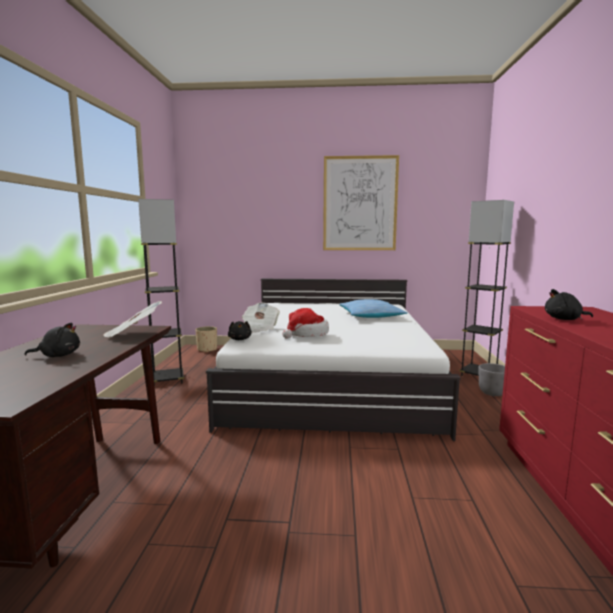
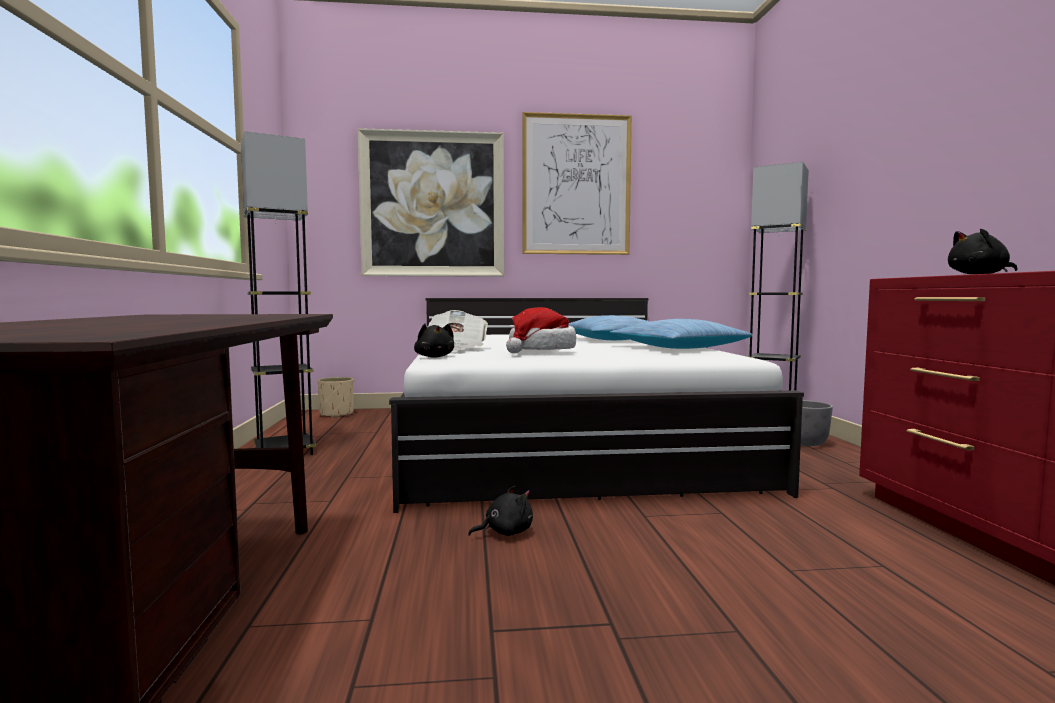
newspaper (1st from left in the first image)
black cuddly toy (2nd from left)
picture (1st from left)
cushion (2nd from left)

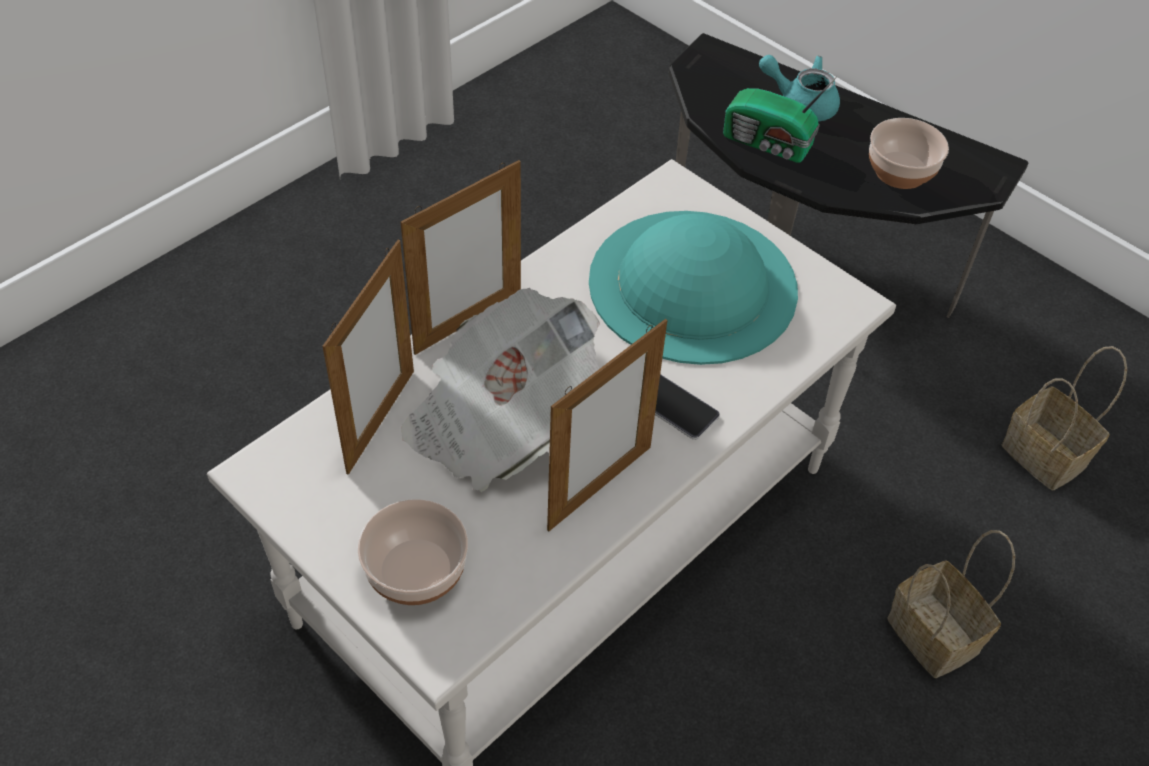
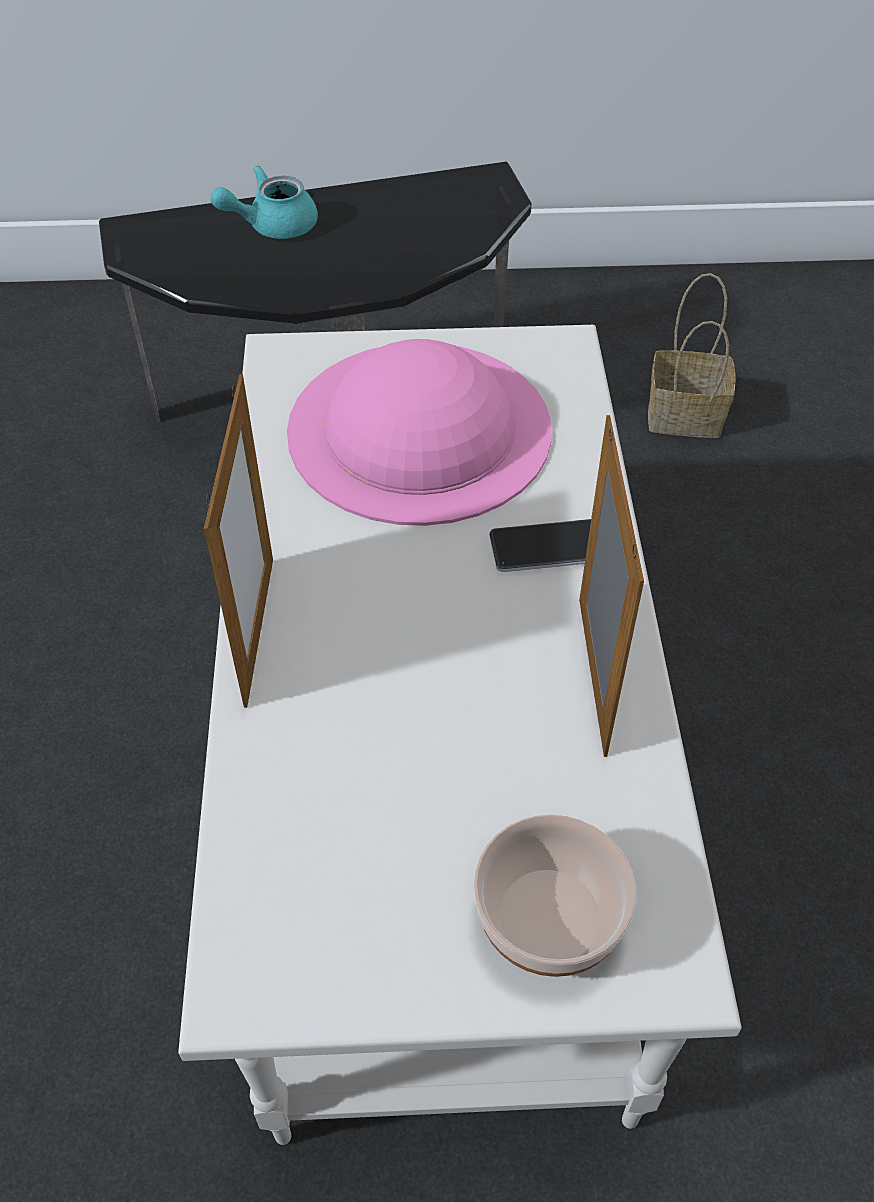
radio receiver
deep dish (2nd from left in the first image)
pinkish clothing hat
picture frame (1st from left in the first image)
newspaper
basket (1st from left in the first image)

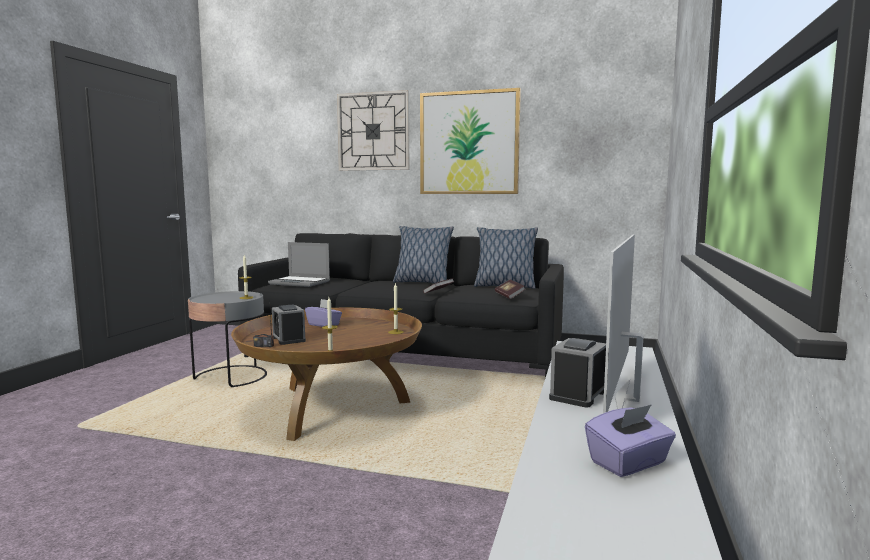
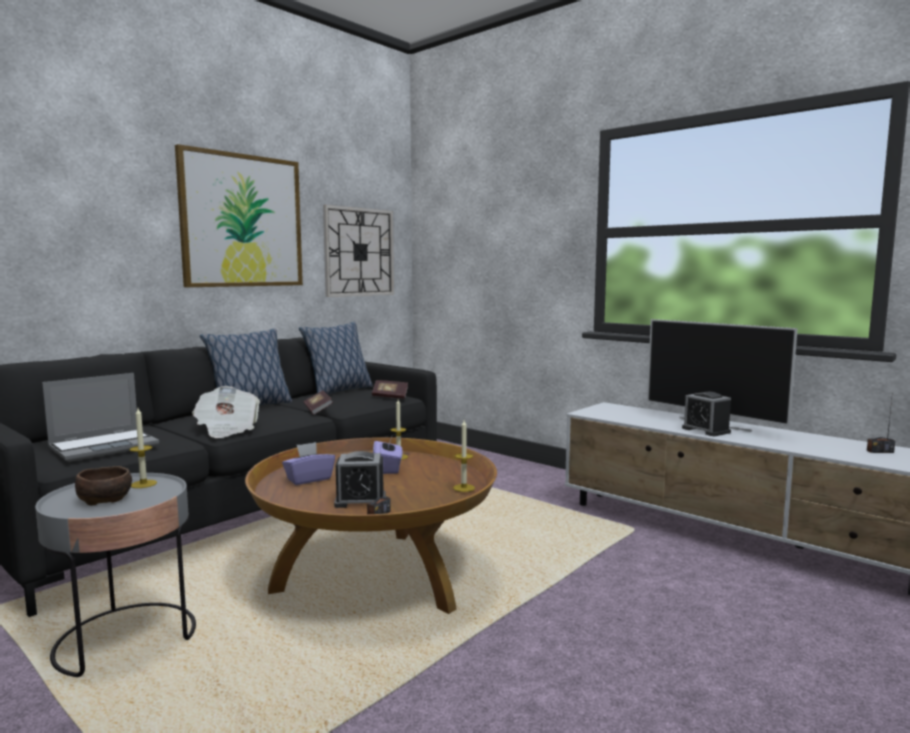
wall clock
purplish tissue box (2nd from left)
newspaper
radio receiver (2nd from left)
brown-coloured deep dish

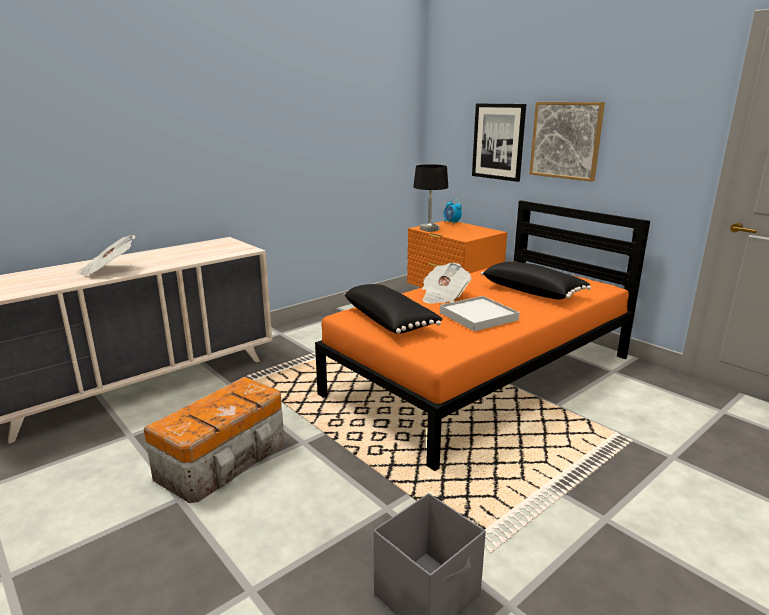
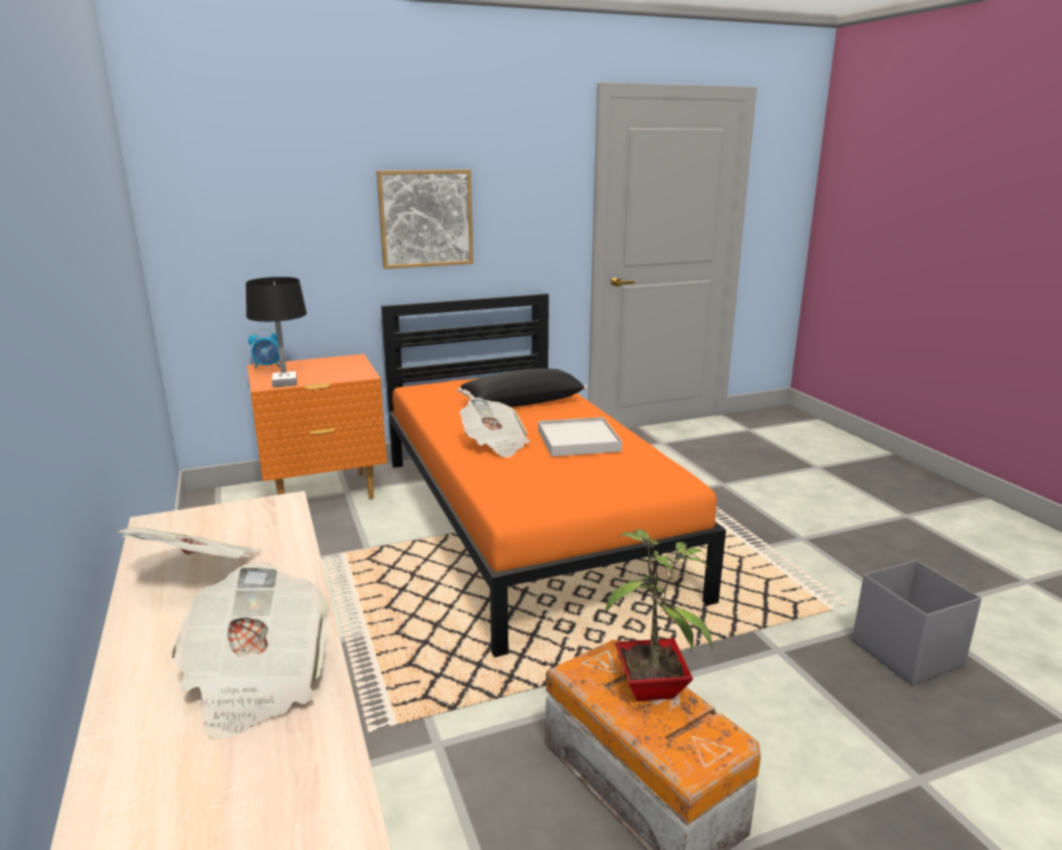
picture (1st from left in the first image)
black cushion (1st from left in the first image)
newspaper (1st from left)
potted plant

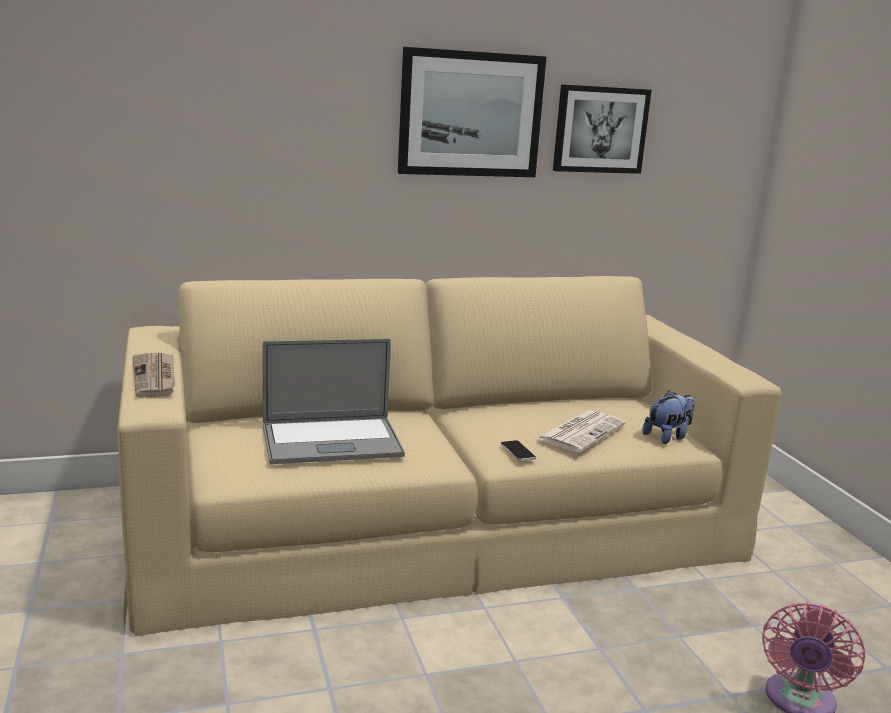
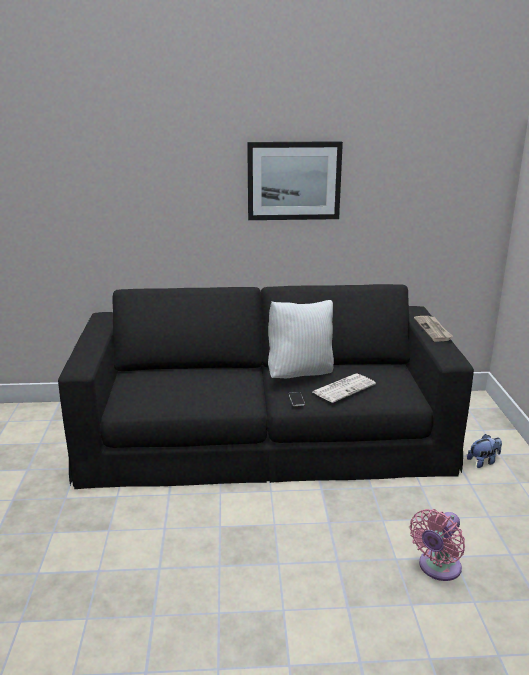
picture (2nd from left in the first image)
black settee
laptop
newspaper (2nd from left)
cuddly toy
whitish cushion

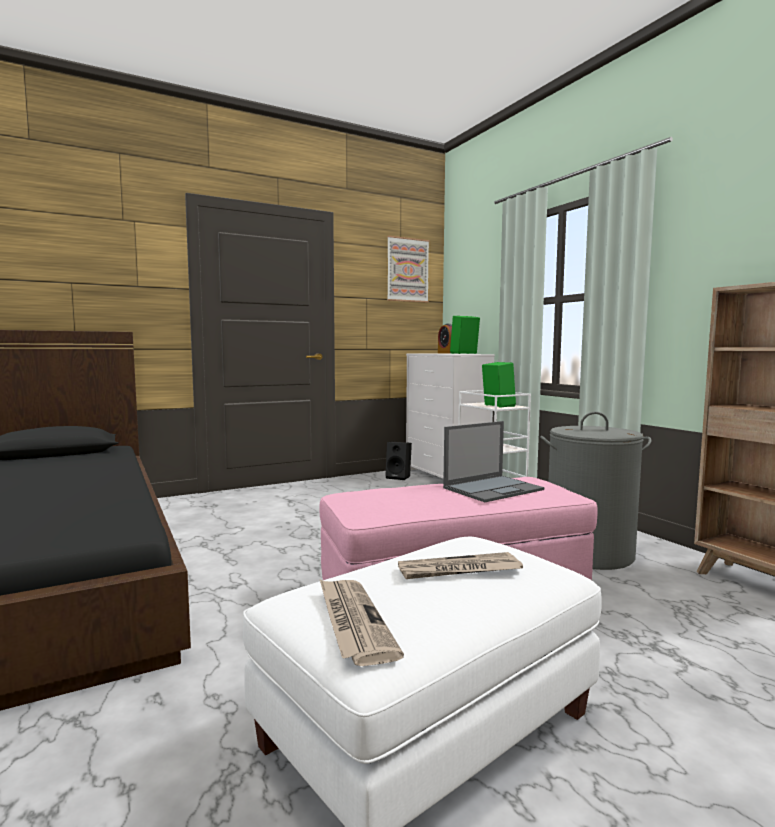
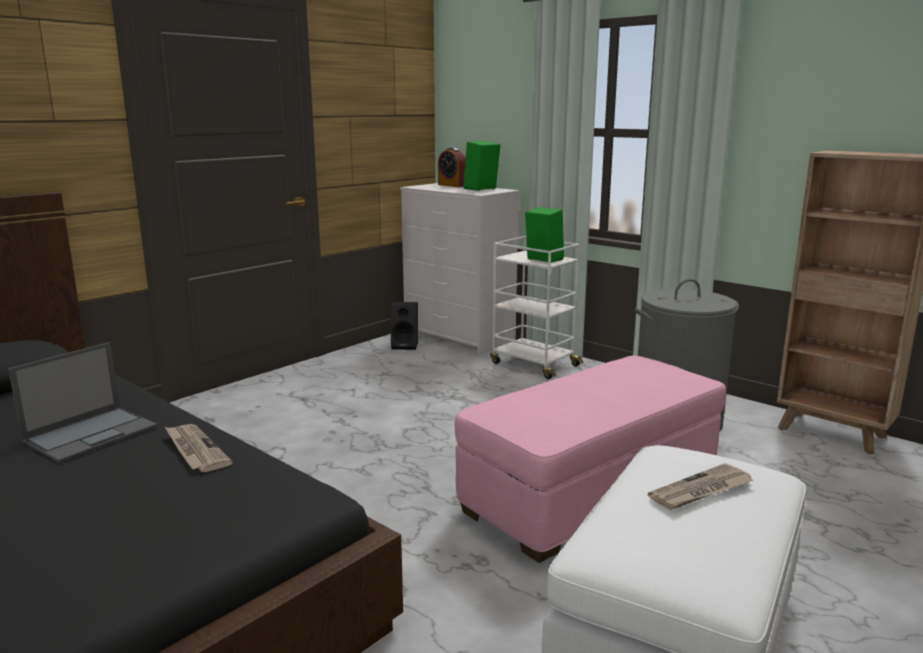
picture
laptop
newspaper (1st from left)

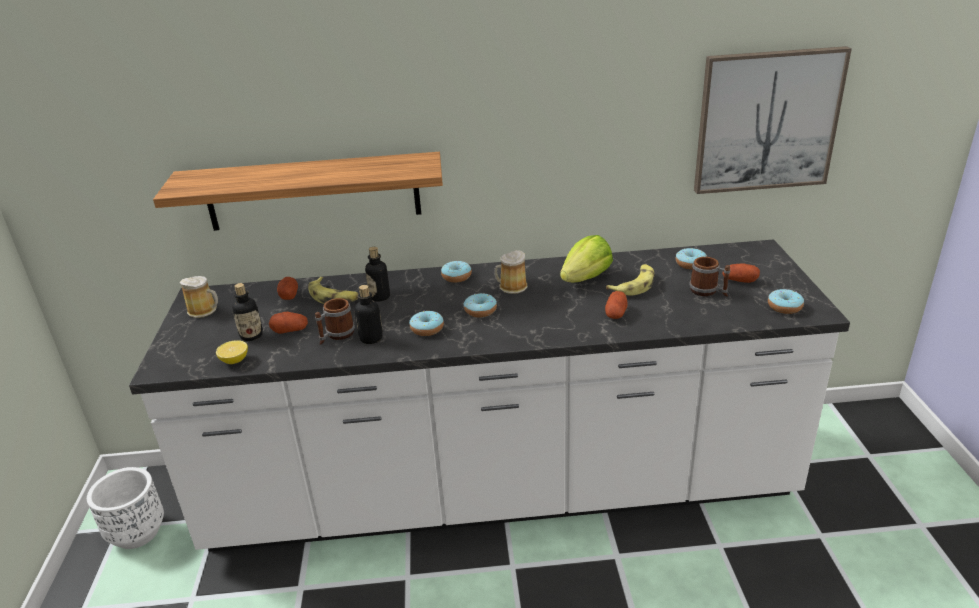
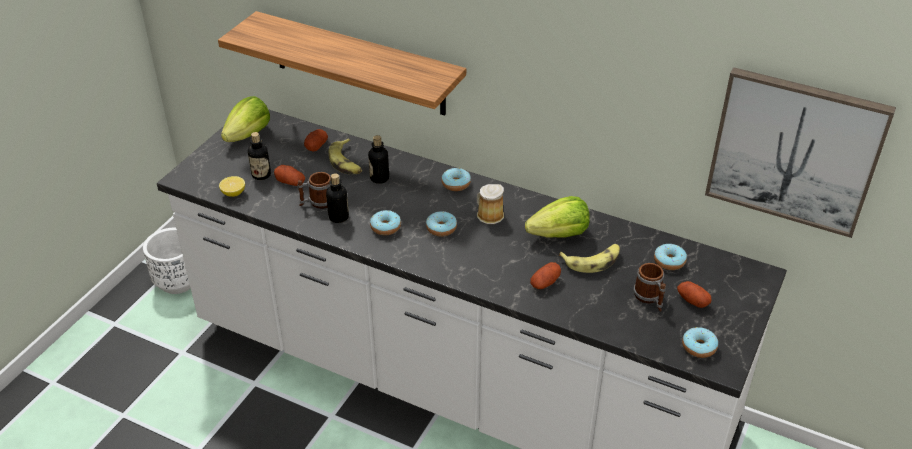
lettuce (1st from left)

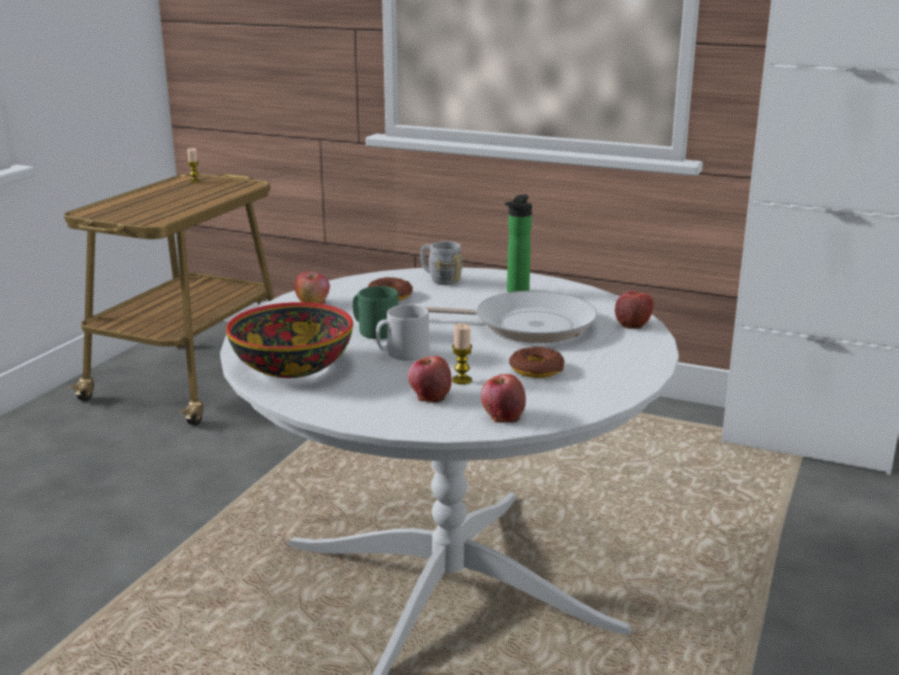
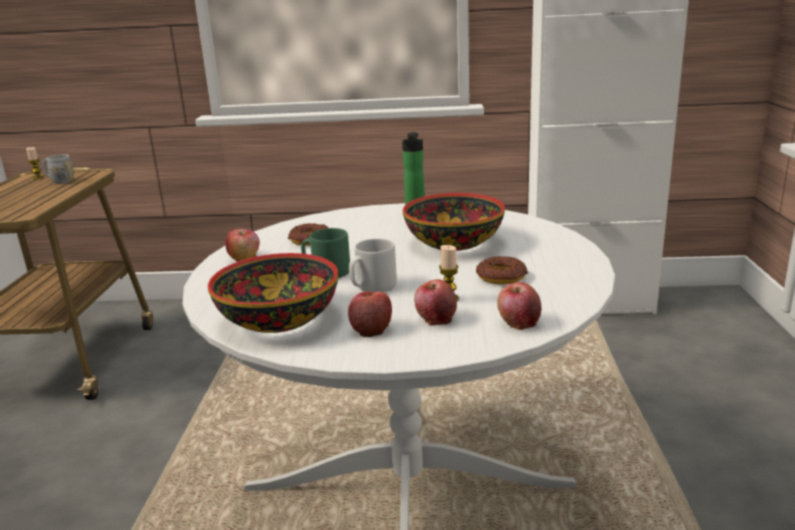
grey mug (1st from left)
deep dish (2nd from left)
whole apple (2nd from left)

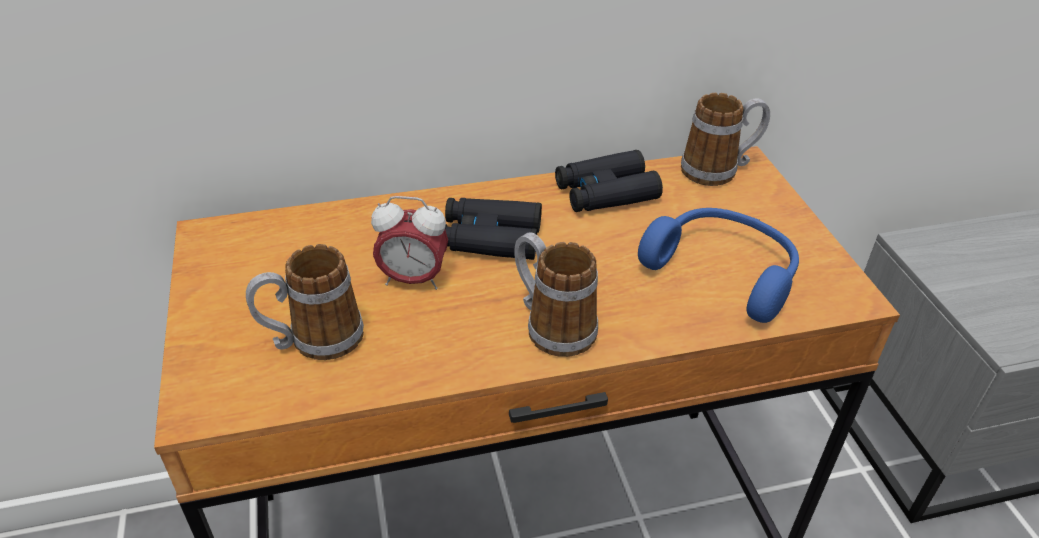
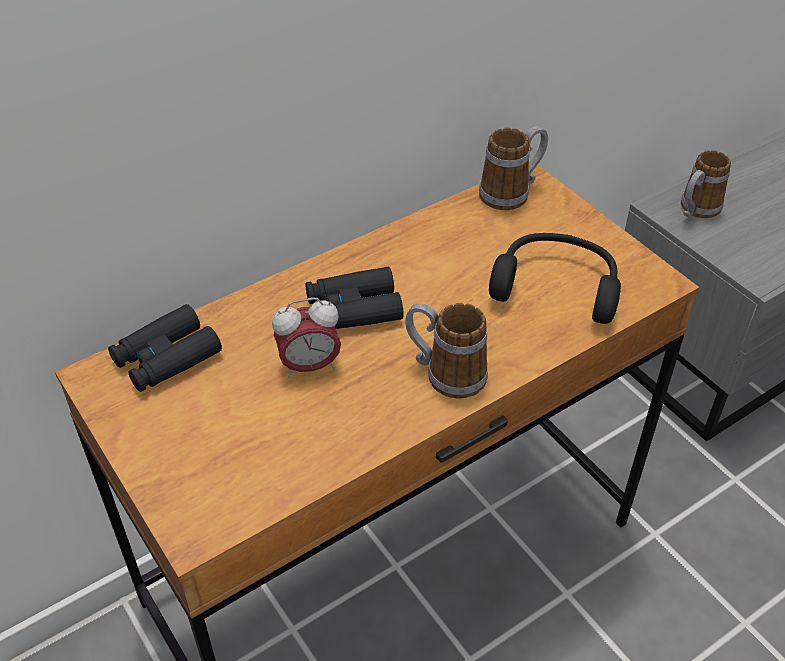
black binoculars (1st from left)
black headset
mug (3rd from left)

